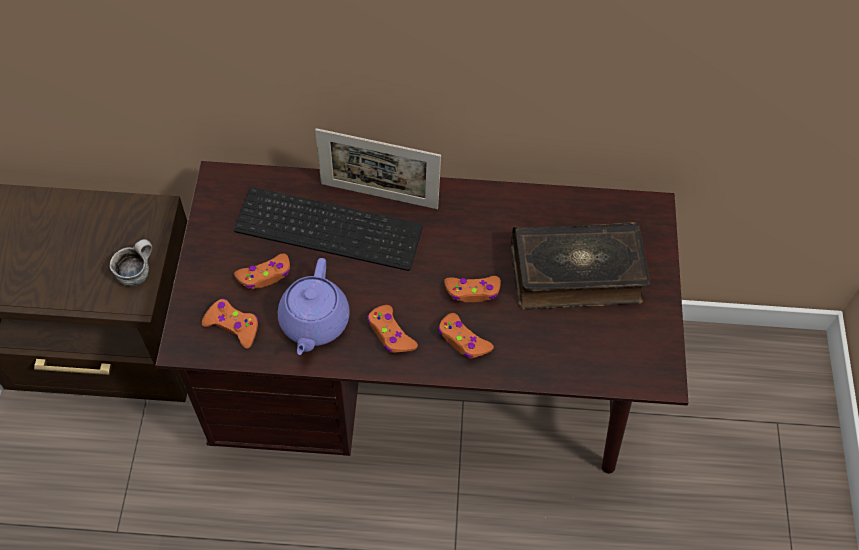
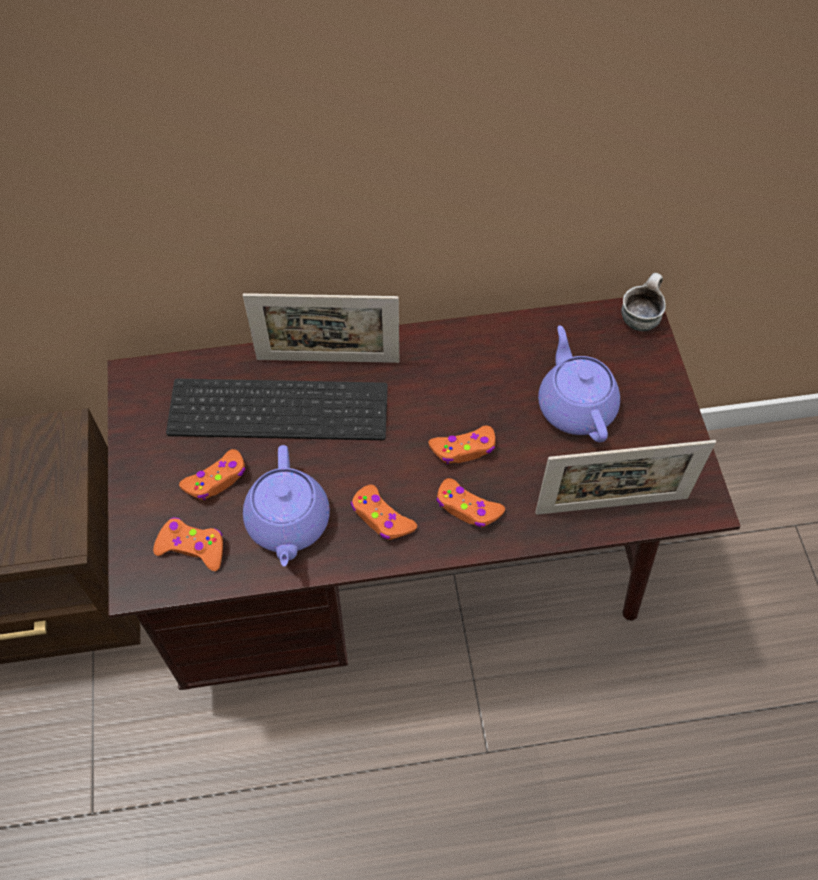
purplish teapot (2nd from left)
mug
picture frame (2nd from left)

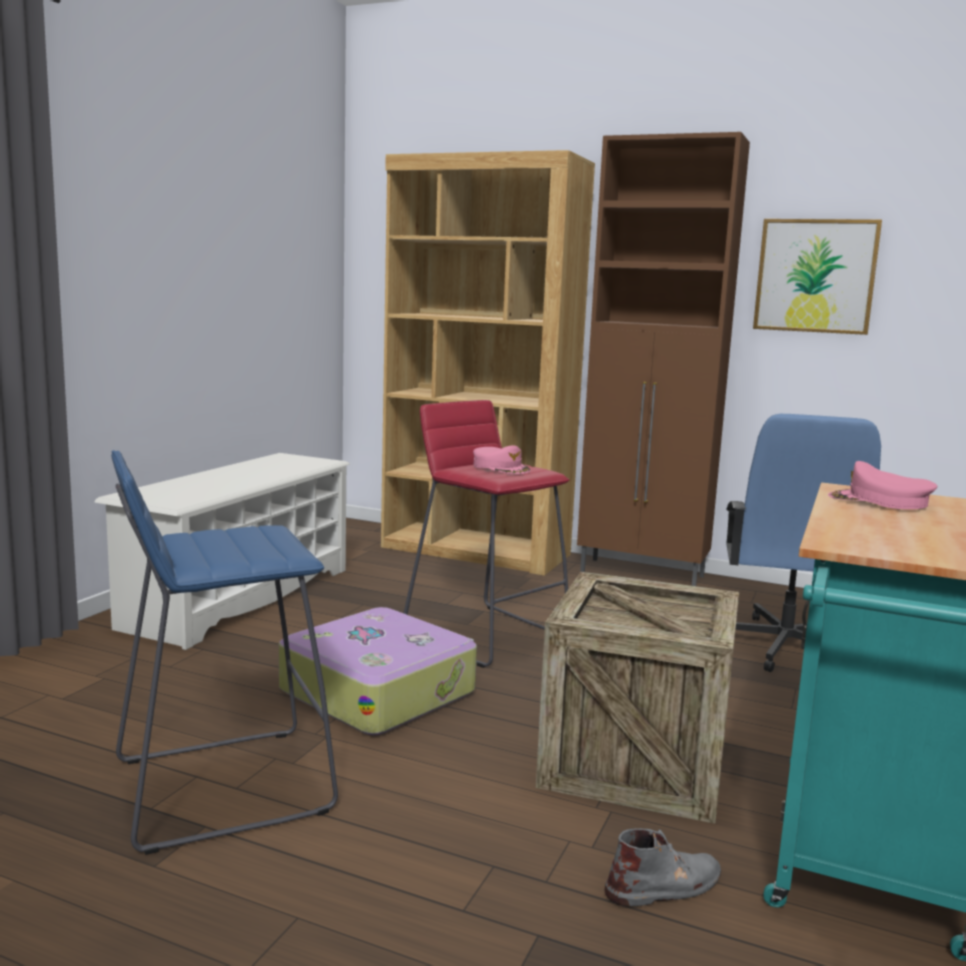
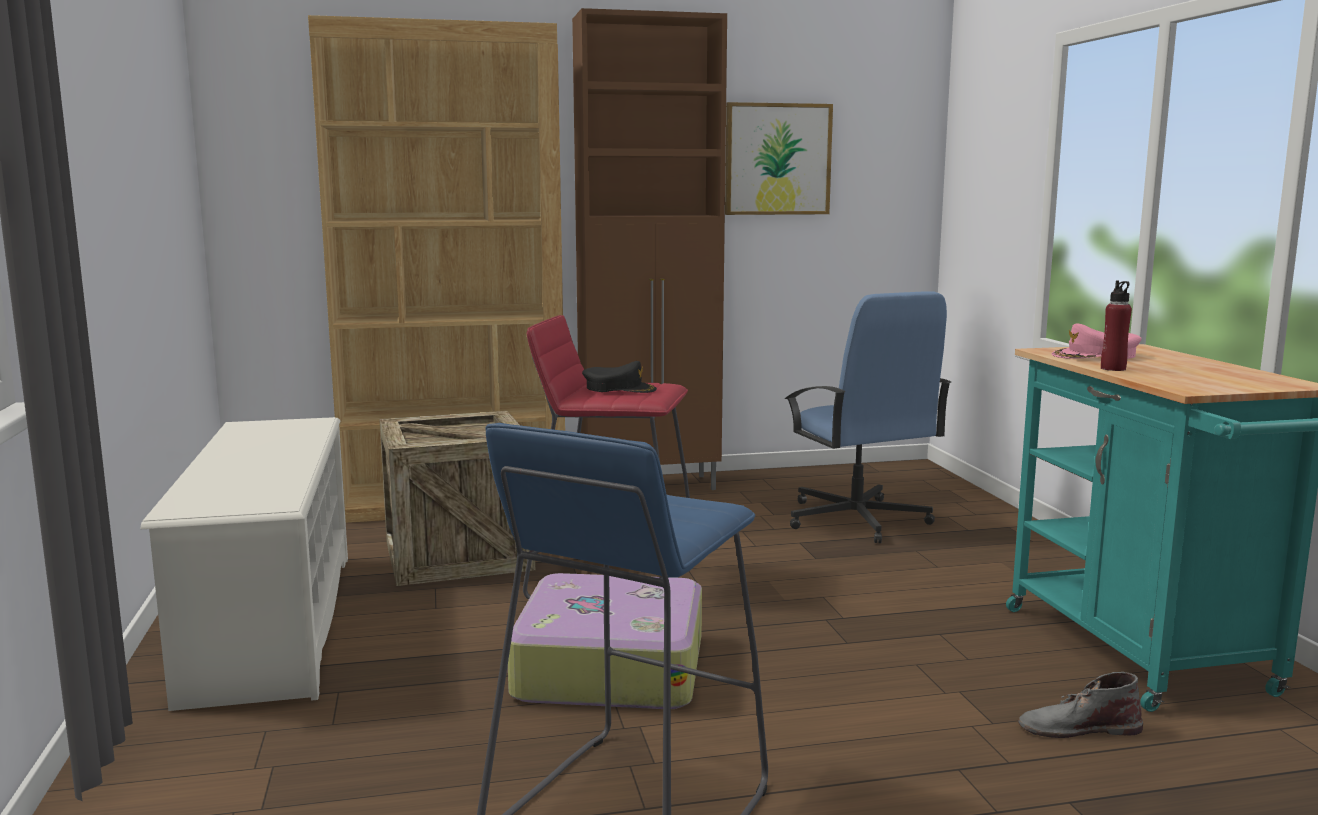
black cap
crate
grey boot
reddish drink bottle

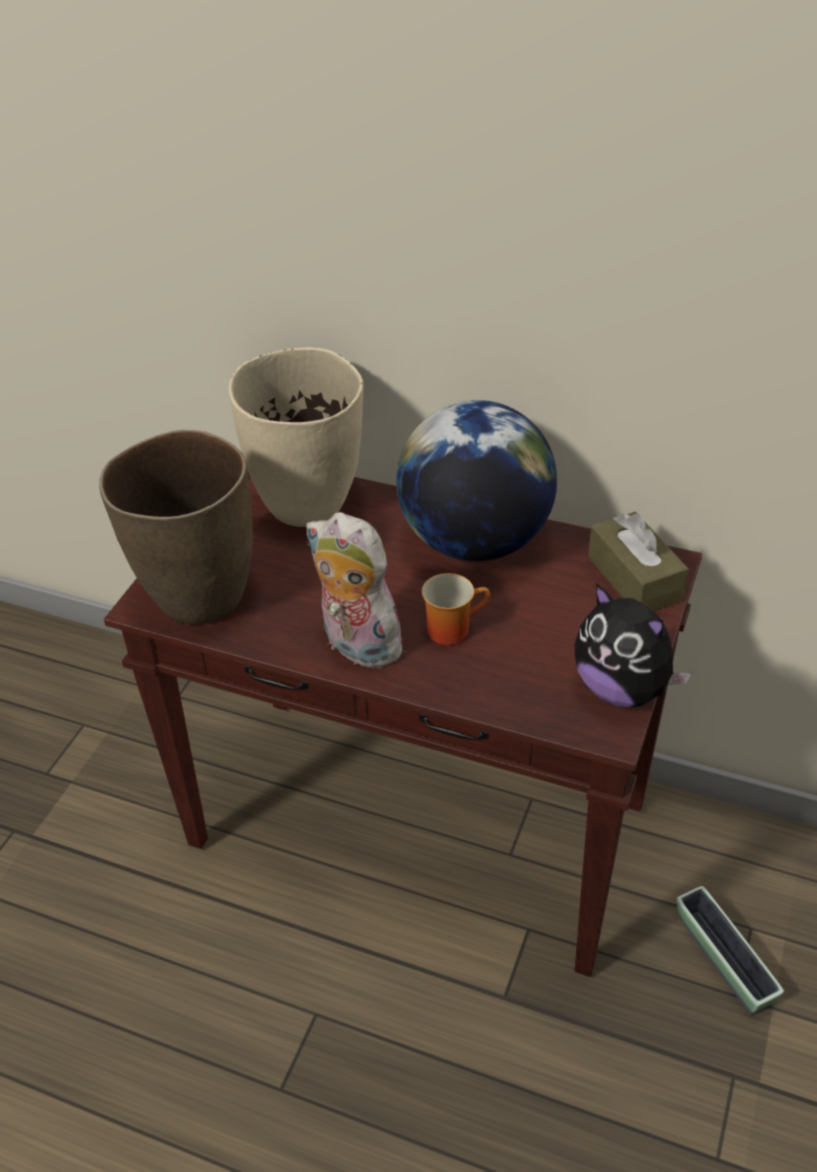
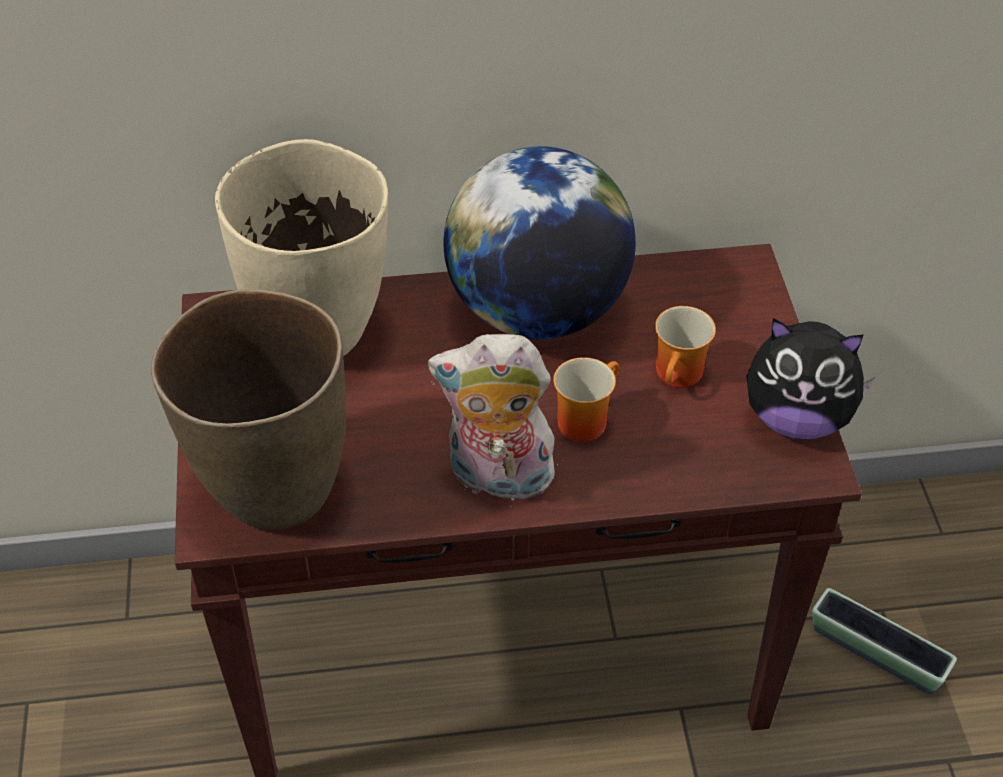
brown-coloured tissue box
mug (2nd from left)

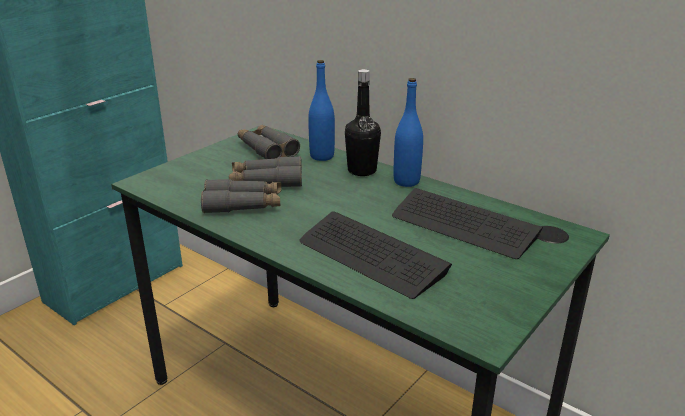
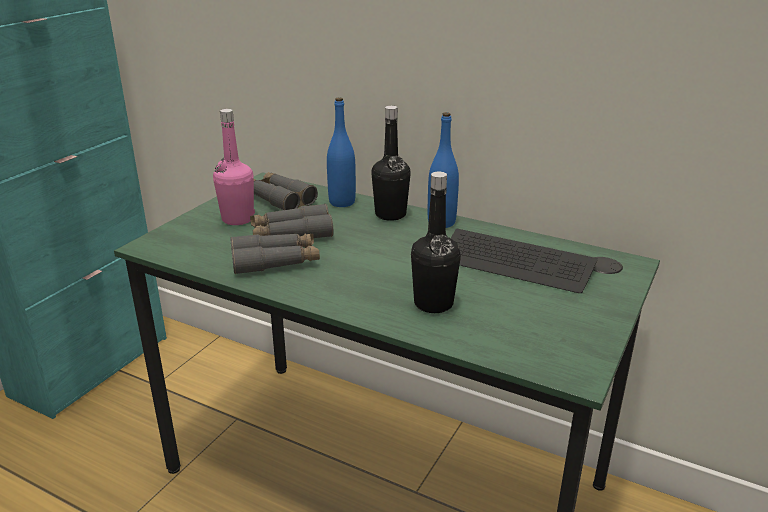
black drink bottle (2nd from left)
pinkish drink bottle

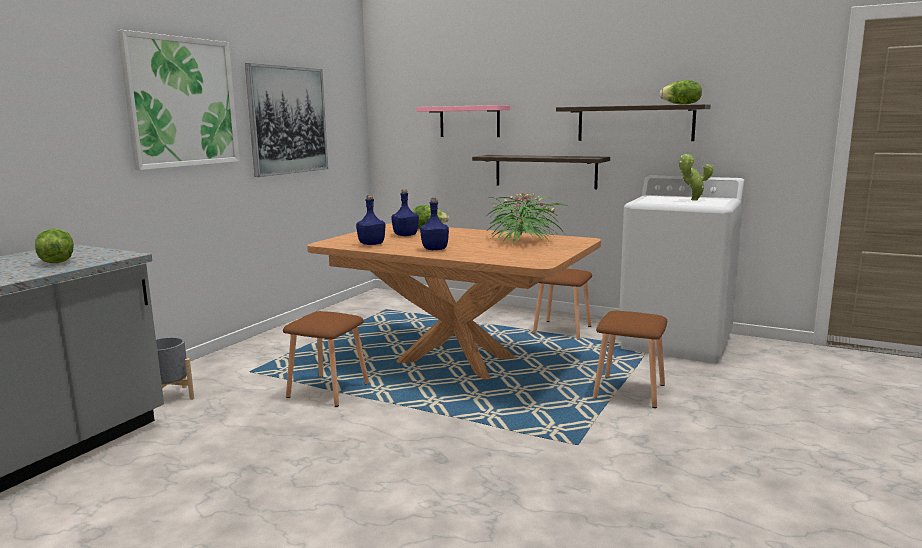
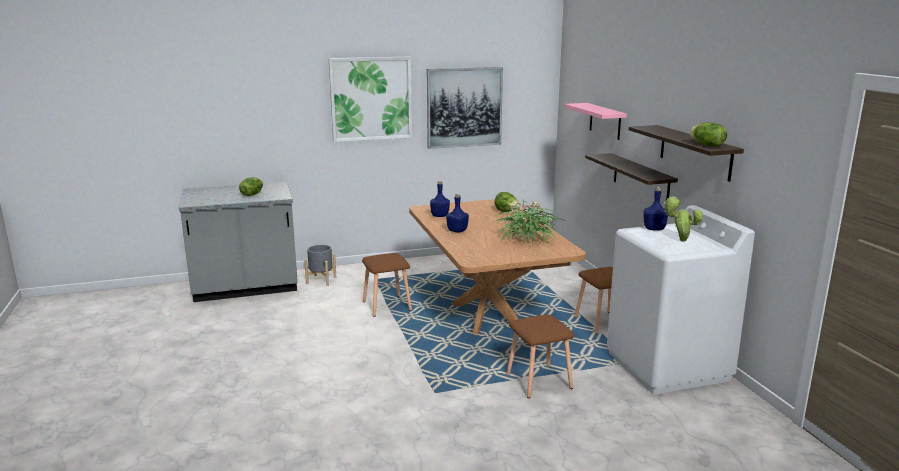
bluish drink bottle (3rd from left)

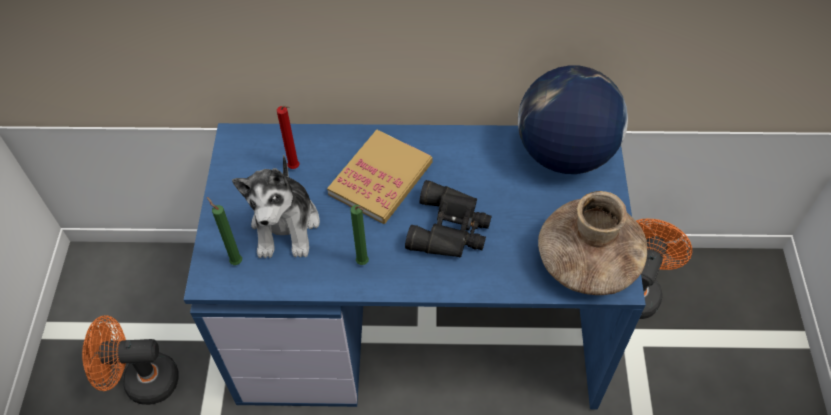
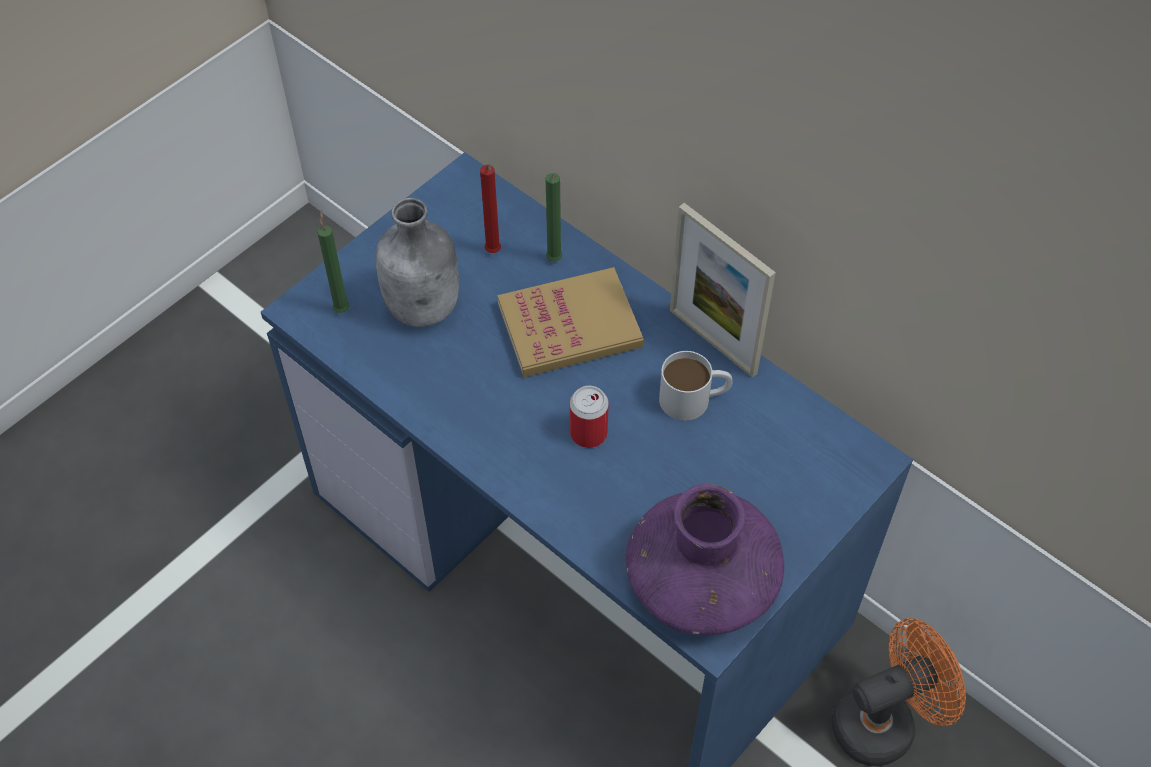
desk globe
grey drink bottle
sealed can
purplish flower vase
greenish wax light (2nd from left)
orangey fan (1st from left in the first image)
picture frame
whitish mug

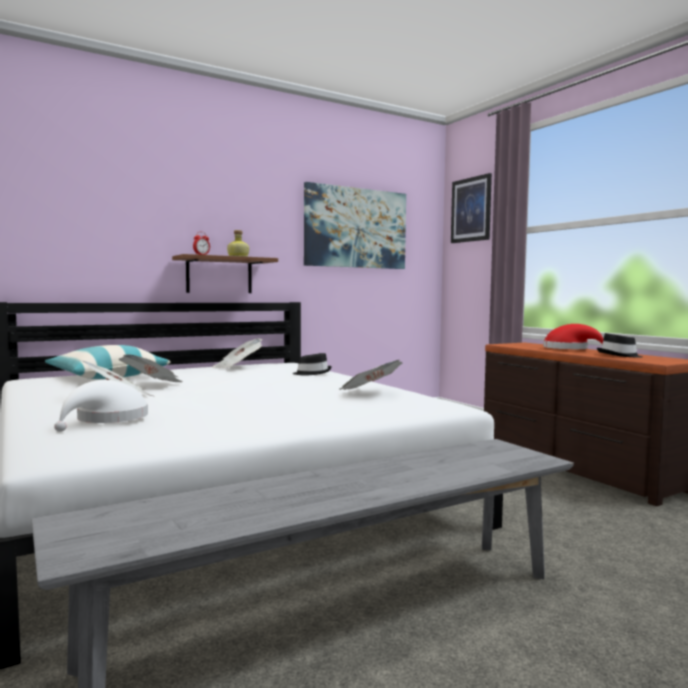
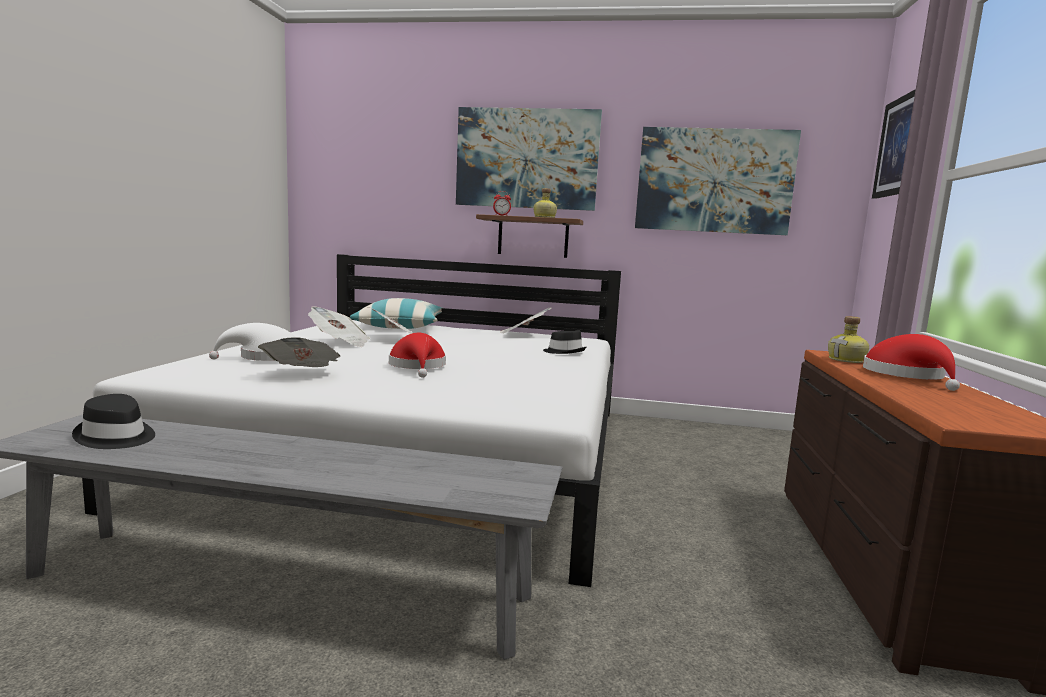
black clothing hat (1st from left)
newspaper (1st from left)
picture (1st from left)
drink bottle (2nd from left)
reddish clothing hat (1st from left)

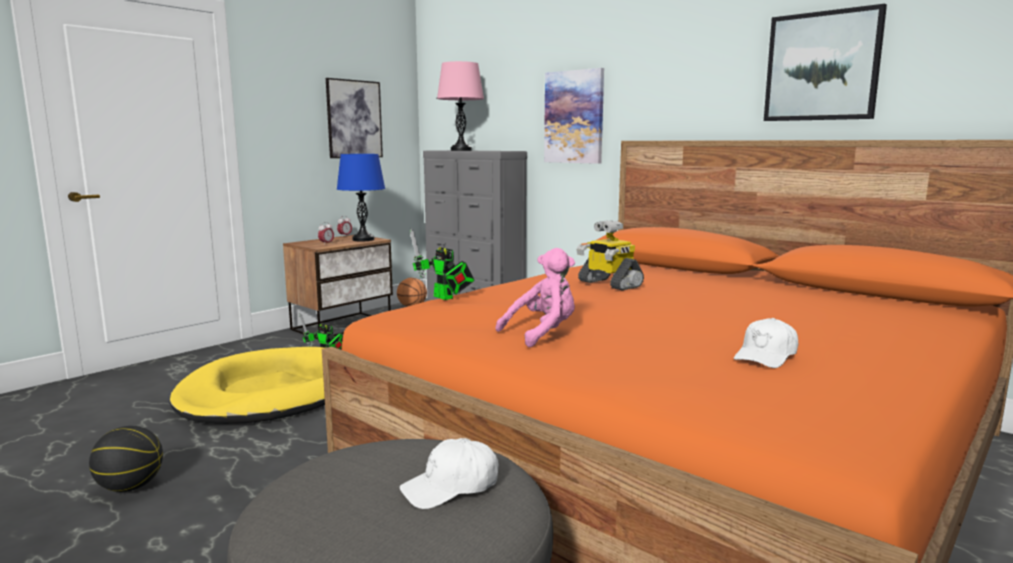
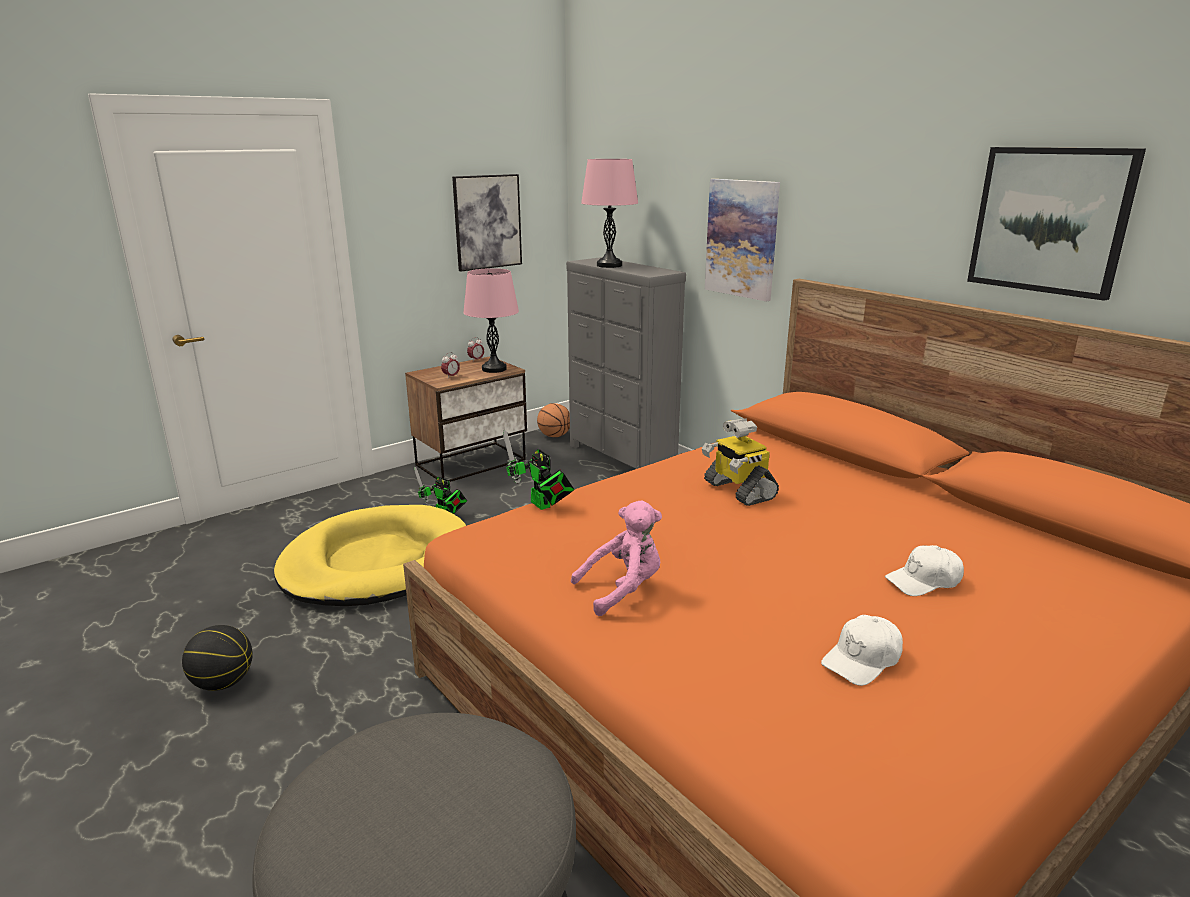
pinkish lamp for a table (1st from left)
whitish cap (2nd from left)

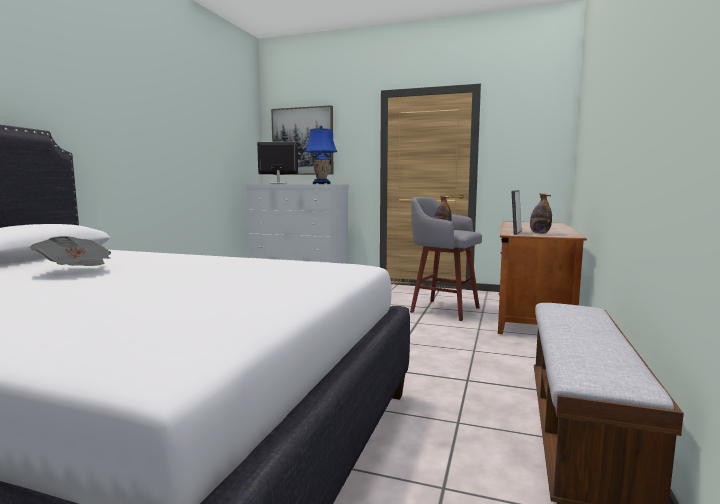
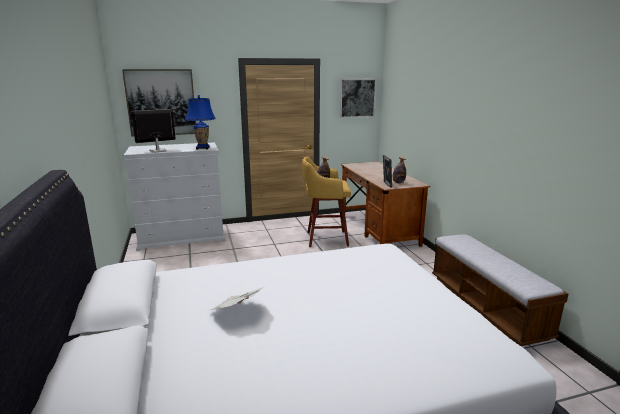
yellow-coloured sitting stool
picture (2nd from left)

